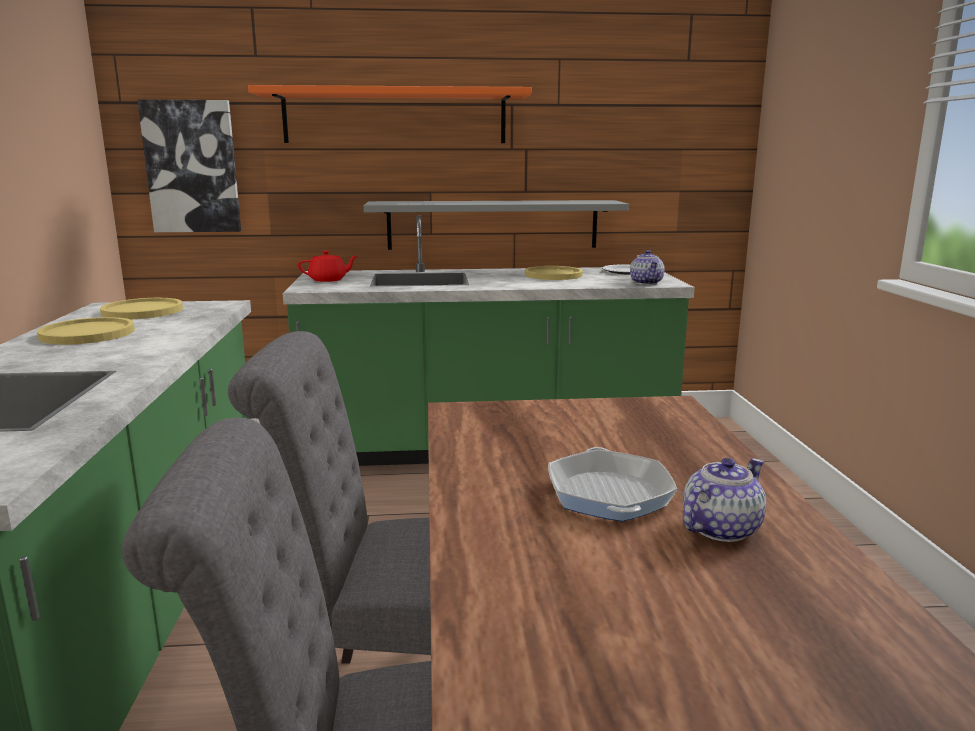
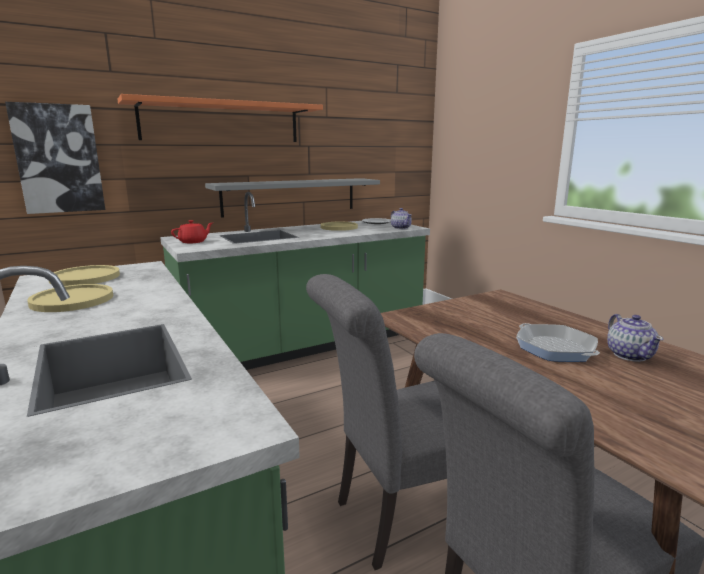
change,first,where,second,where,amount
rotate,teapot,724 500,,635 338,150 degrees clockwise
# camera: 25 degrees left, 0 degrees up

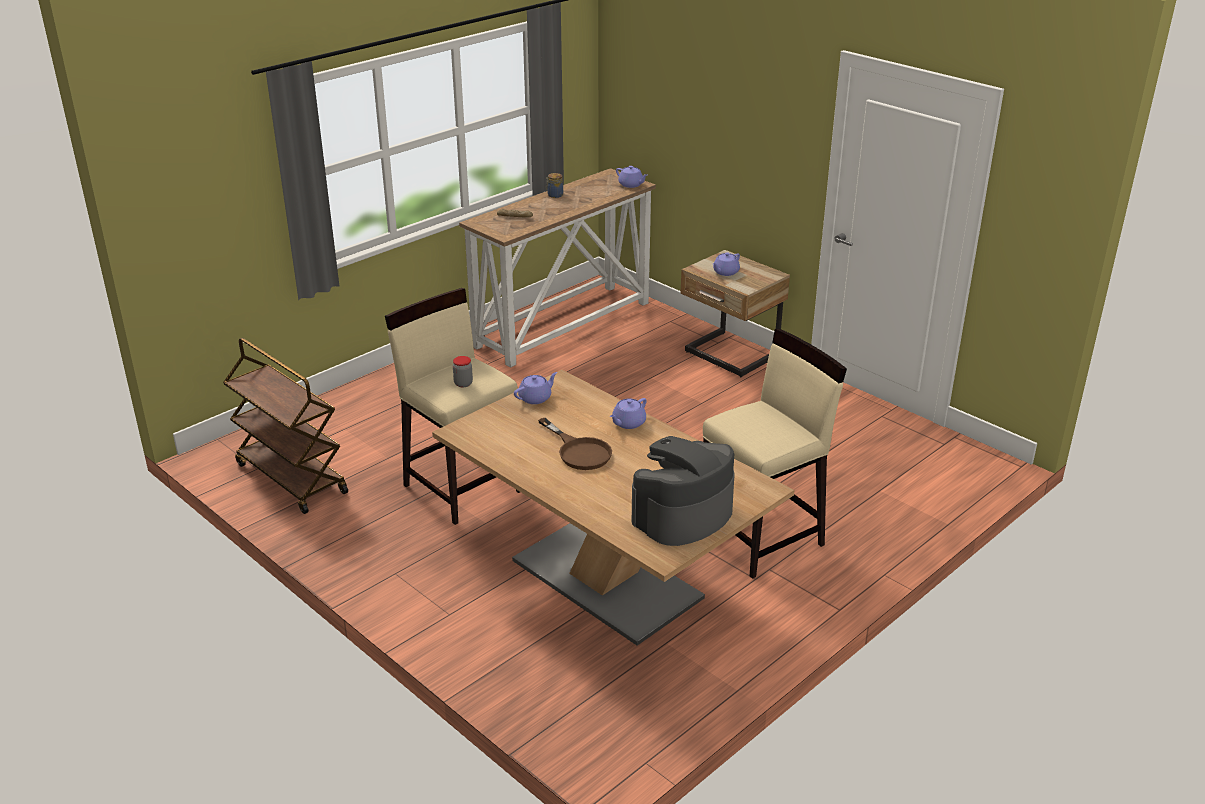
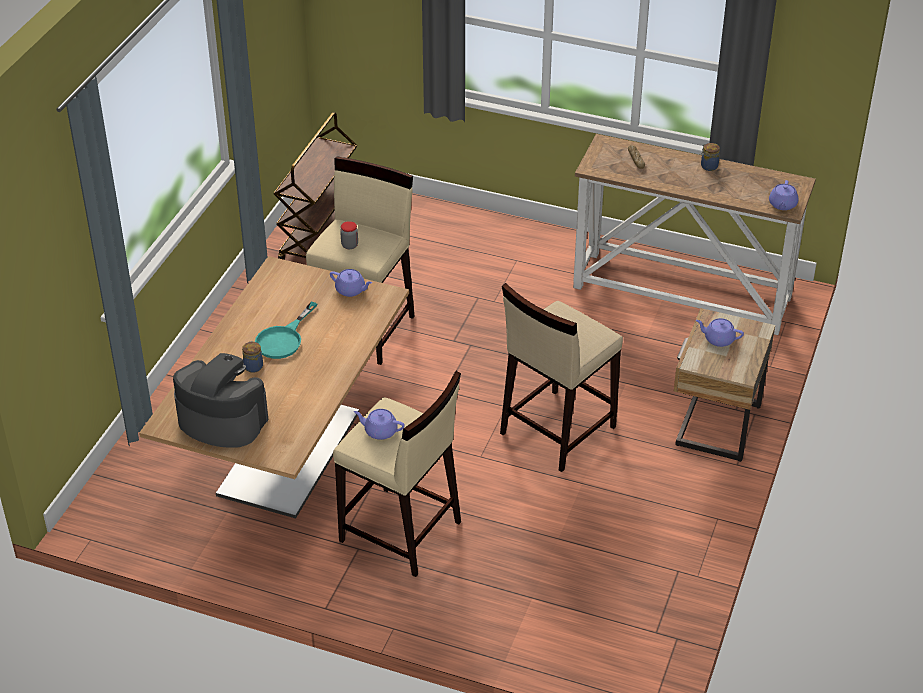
change,first,where,second,where,amount
insert,,,jar,252 357,
recolor,brown frying pan,575 444,turquoise frying pan,286 330,
move,purple teapot,628 413,,379 424,
insert,,,beige stool,561 377,
# camera: 65 degrees right, 10 degrees up

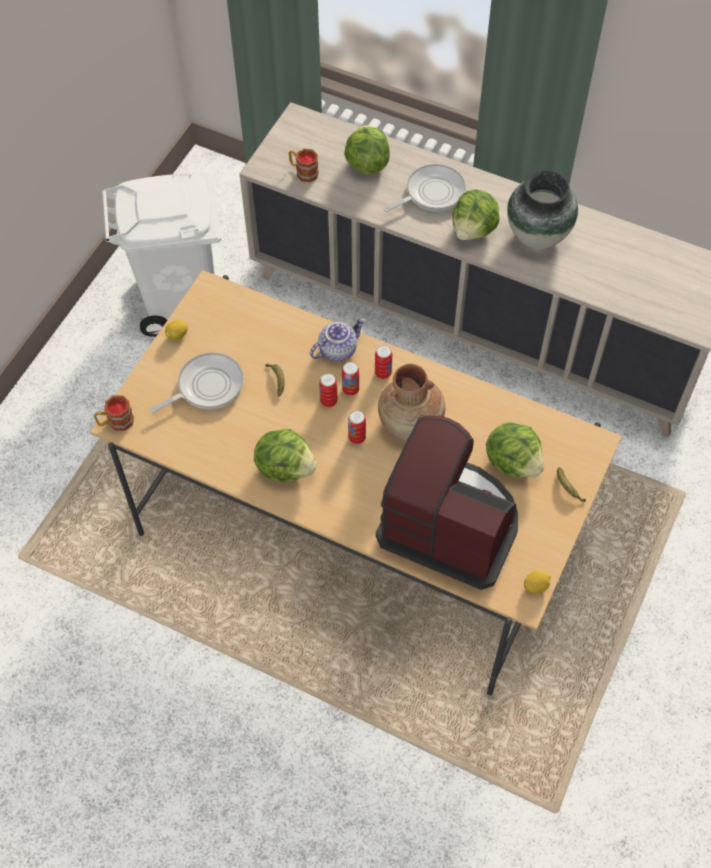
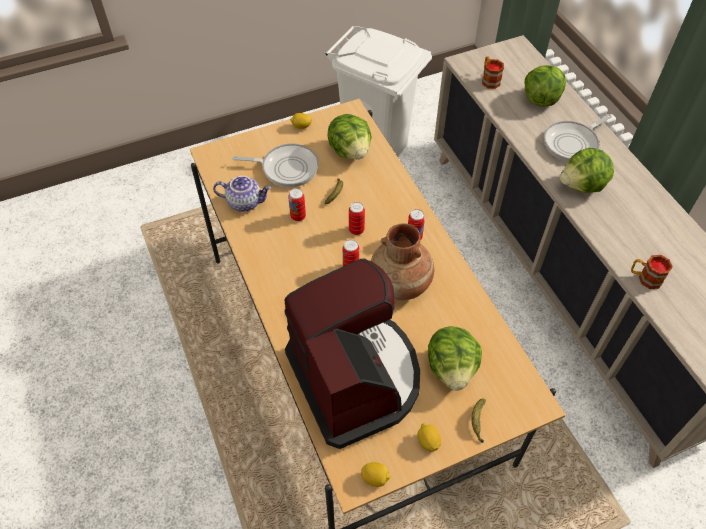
change,first,where,second,where,amount
move,teapot,337 339,,242 194,
move,can,350 379,,297 204,
move,lettuce,285 456,,350 136,
insert,,,lemon,429 437,
rotate,frying pan,425 188,,578 138,135 degrees clockwise
move,mug,114 413,,652 272,
delete,vase,542 209,,,
# camera: 40 degrees right, 5 degrees down

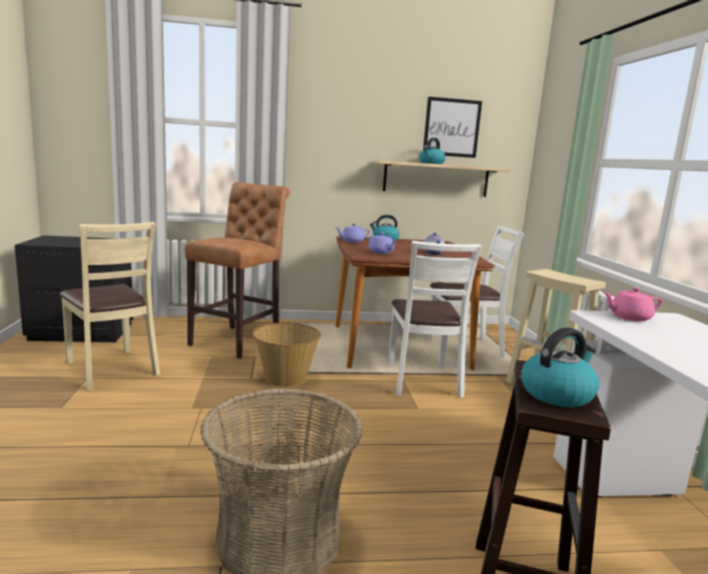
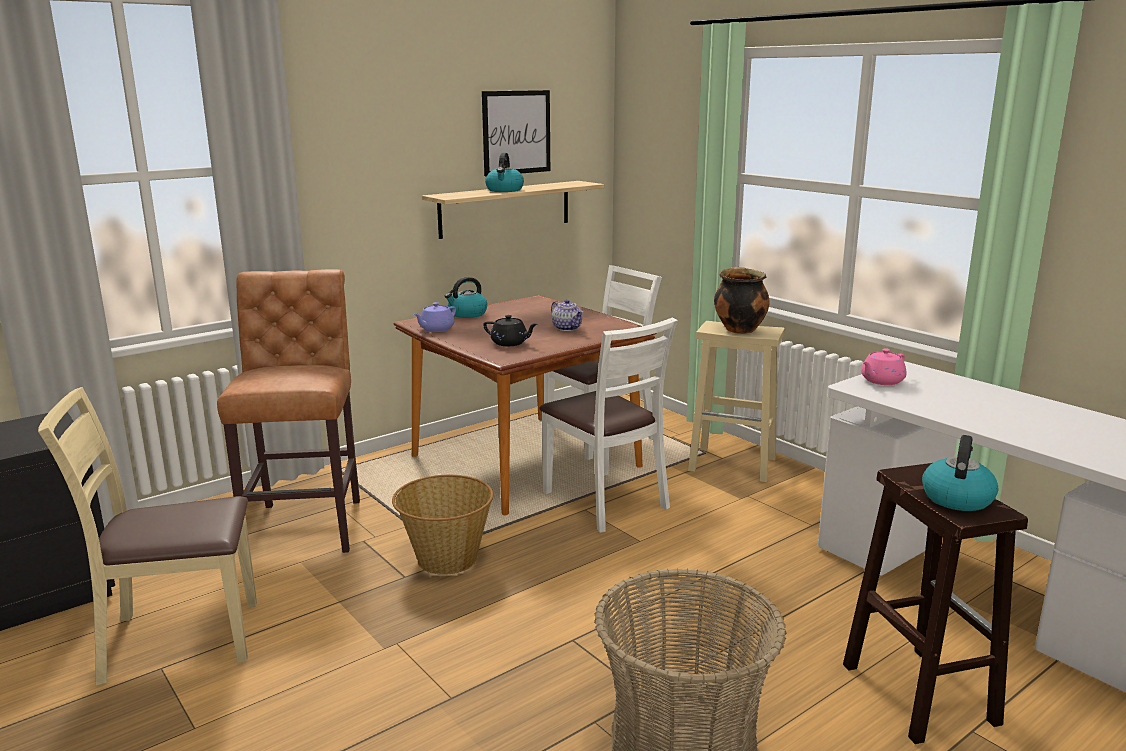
change,first,where,second,where,amount
rotate,beige chair,110 306,,147 536,150 degrees clockwise
recolor,purple teapot,383 243,black teapot,510 330,
insert,,,cooking pot,742 300,
# camera: 30 degrees left, 5 degrees up

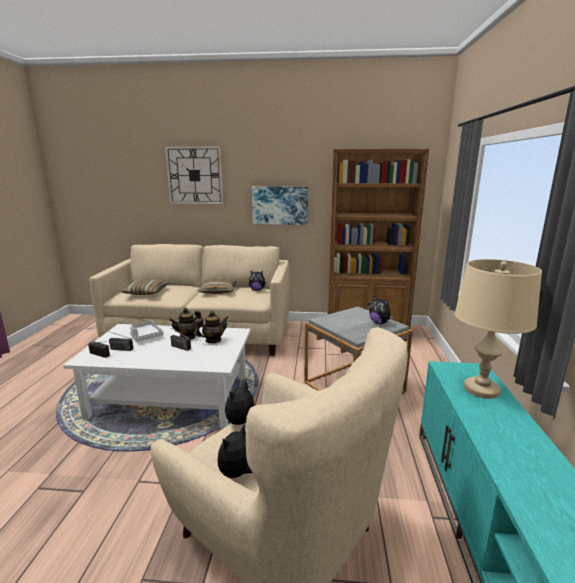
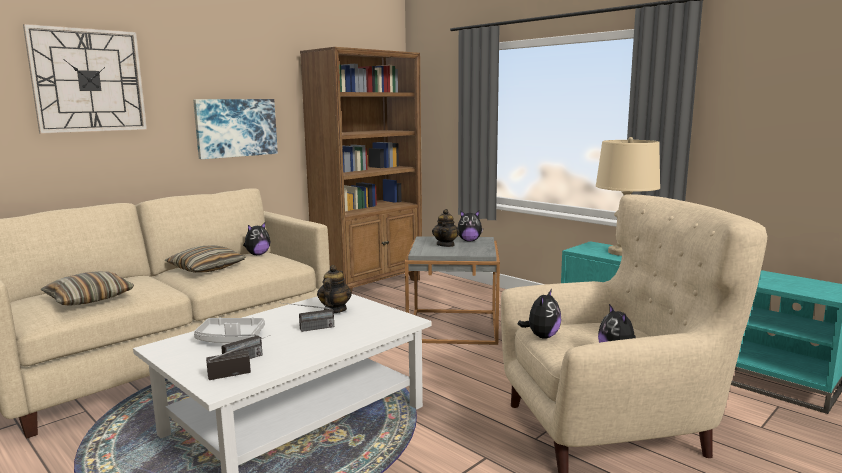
change,first,where,second,where,amount
move,teapot,186 324,,446 228,
rotate,plush toy,240 403,,539 314,135 degrees counterclockwise
# camera: 50 degrees left, 5 degrees down

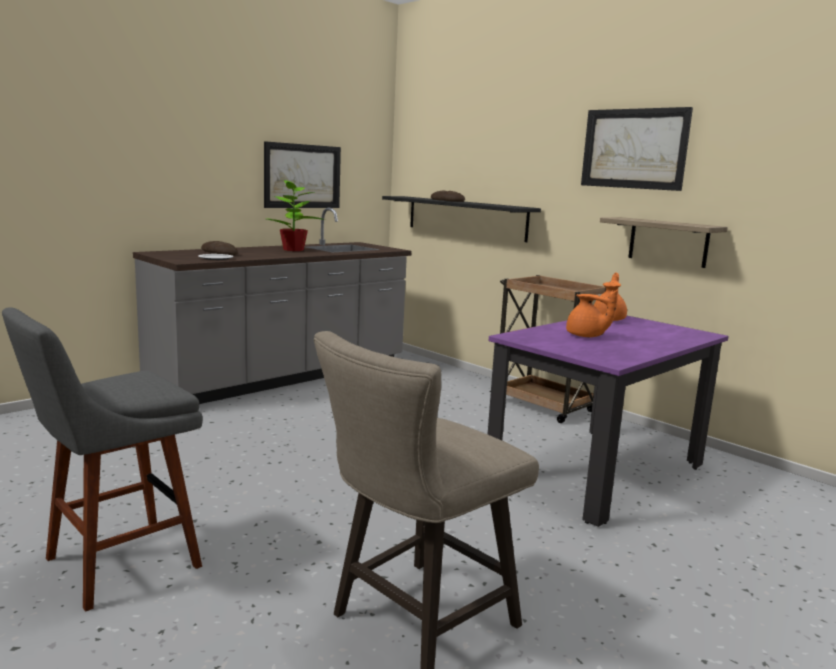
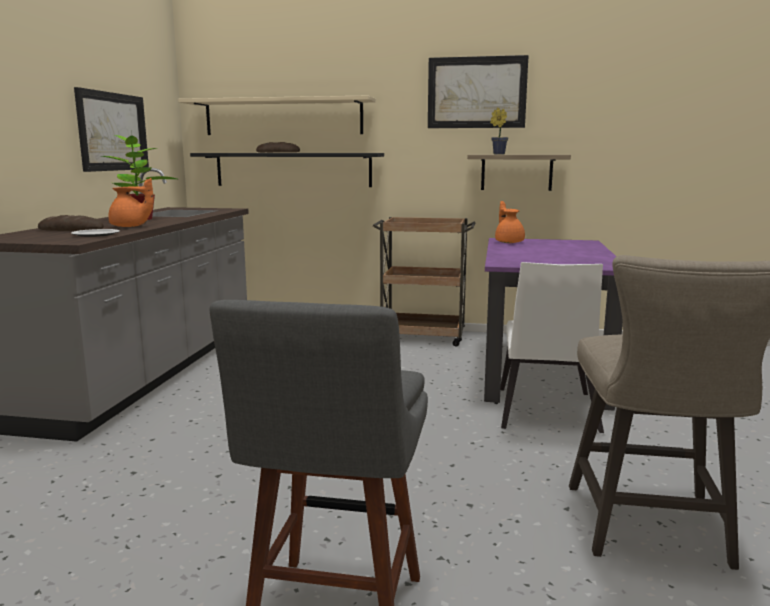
change,first,where,second,where,amount
move,orange teapot,592 313,,130 202,
insert,,,beige shelf,277 115,
insert,,,potted plant,499 131,
insert,,,white chair,552 347,
# camera: 35 degrees left, 0 degrees up

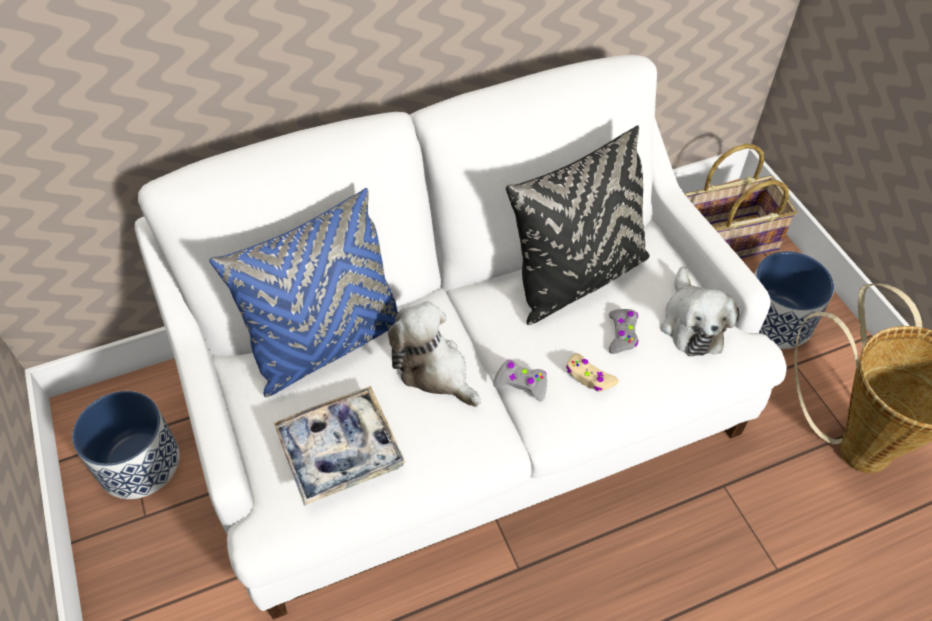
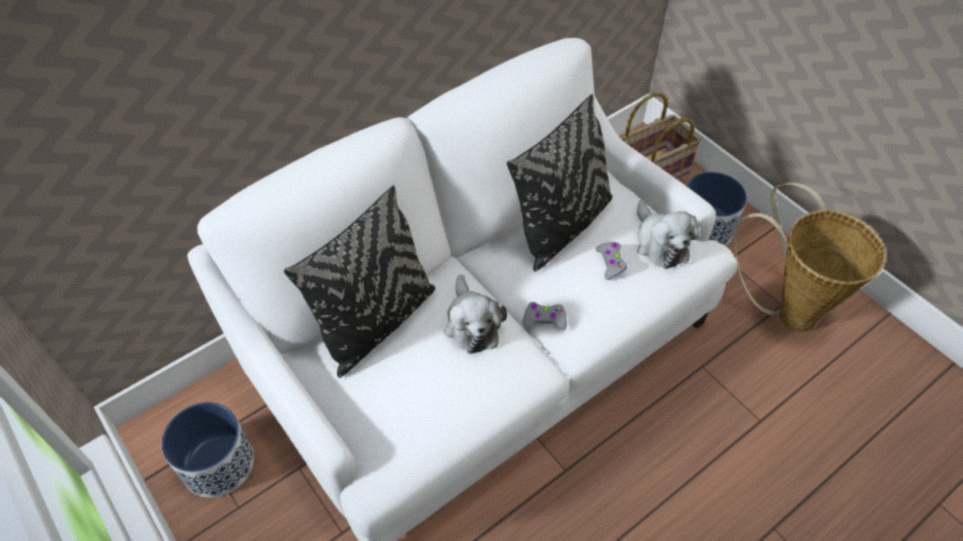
change,first,where,second,where,amount
recolor,blue pillow,303 292,black pillow,359 282,
rotate,plush toy,434 354,,475 314,135 degrees counterclockwise
delete,tray,339 446,,,
delete,beige game controller,592 372,,,
# camera: 15 degrees left, 0 degrees up

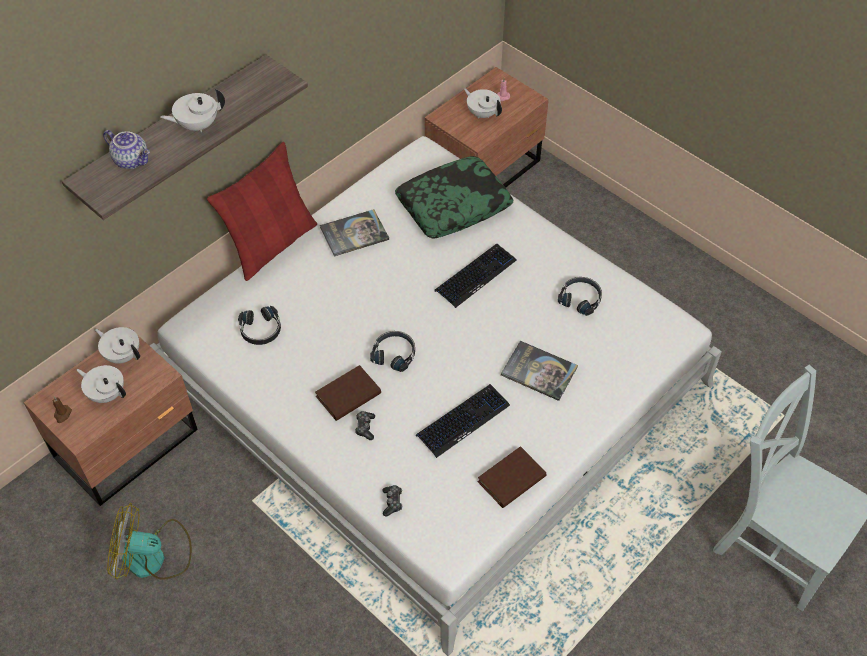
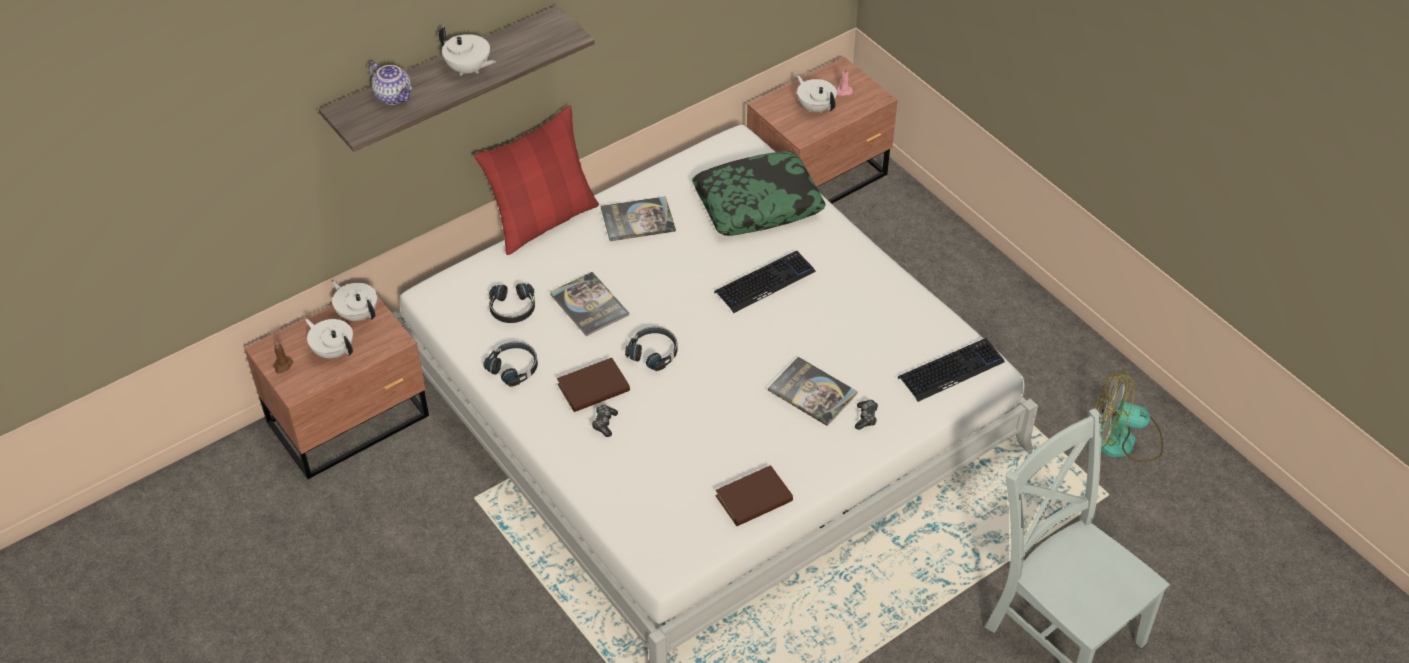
change,first,where,second,where,amount
rotate,white teapot,192 110,,467 51,135 degrees counterclockwise
move,black headphones,580 296,,510 364,
insert,,,book,589 304,
move,game controller,393 501,,866 415,
move,keyboard,463 421,,951 370,
move,fan,149 541,,1129 416,
# camera: 10 degrees right, 5 degrees down

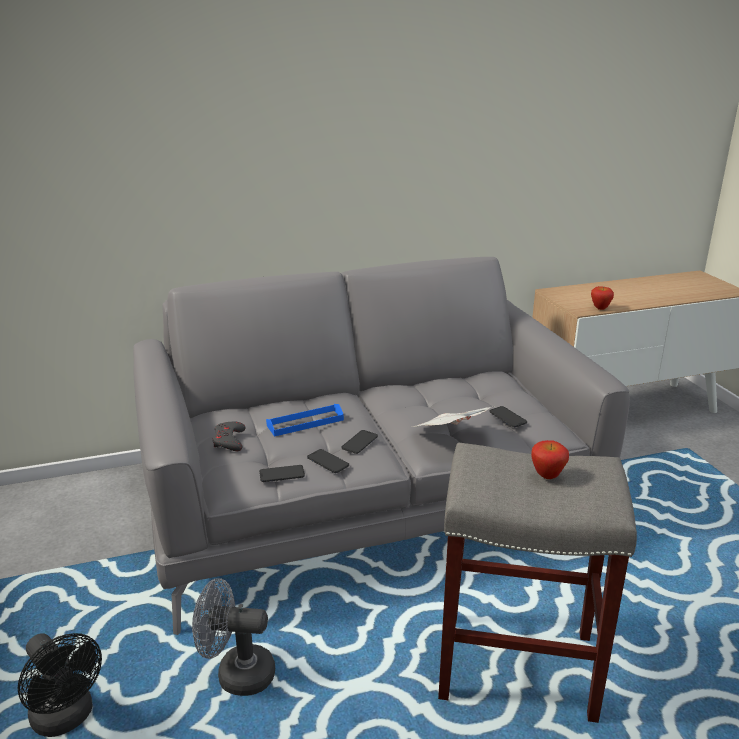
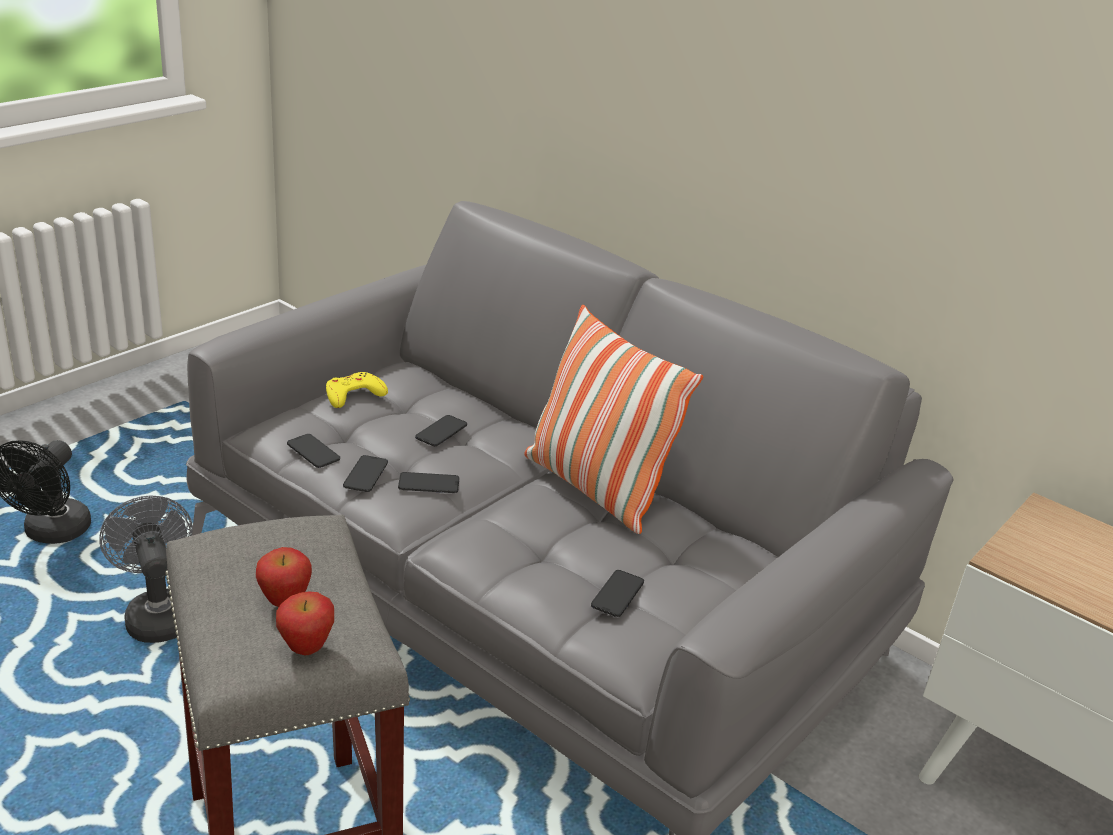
change,first,where,second,where,amount
move,apple,602 298,,305 623,
recolor,grey game controller,229 436,yellow game controller,357 390,
replace,blue tray,305 420,phone,441 430,
insert,,,pillow,613 419,
delete,newspaper,453 416,,,
# camera: 55 degrees right, 5 degrees up

